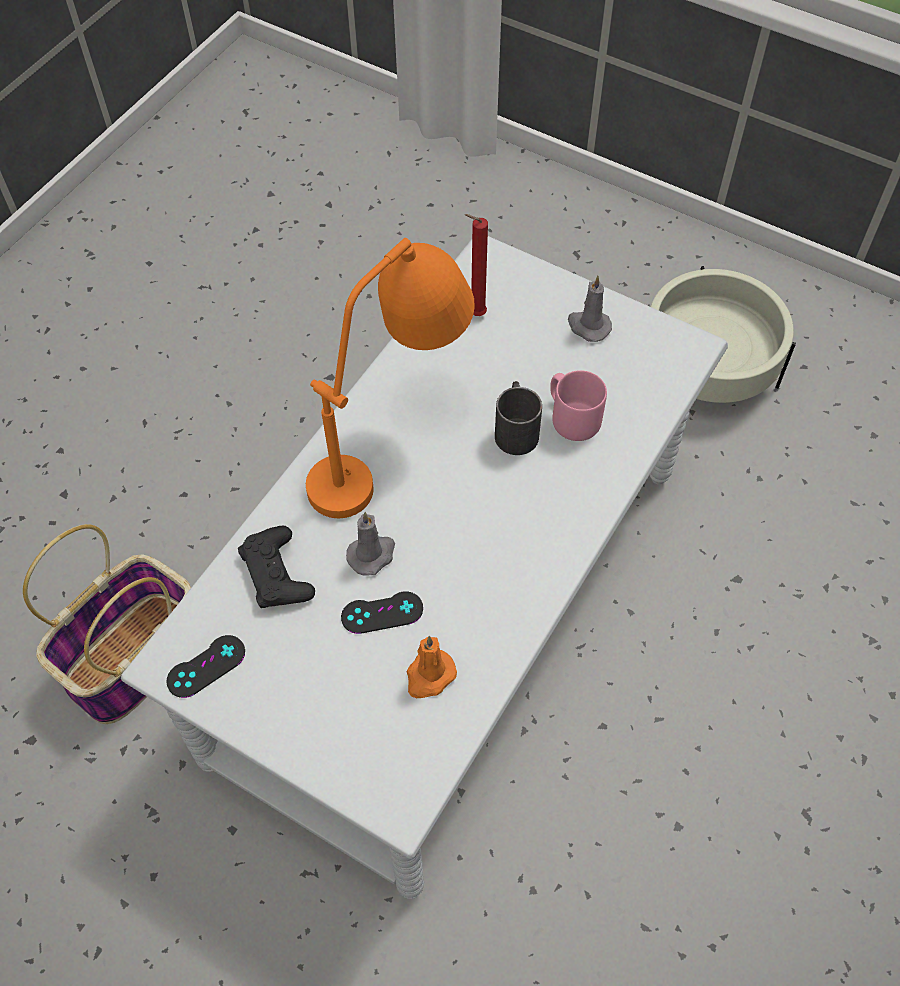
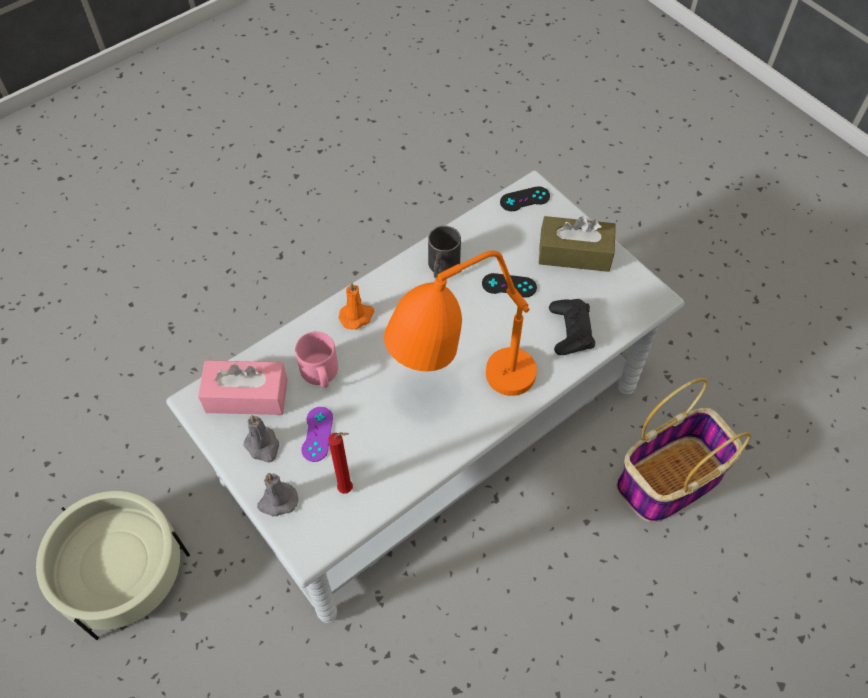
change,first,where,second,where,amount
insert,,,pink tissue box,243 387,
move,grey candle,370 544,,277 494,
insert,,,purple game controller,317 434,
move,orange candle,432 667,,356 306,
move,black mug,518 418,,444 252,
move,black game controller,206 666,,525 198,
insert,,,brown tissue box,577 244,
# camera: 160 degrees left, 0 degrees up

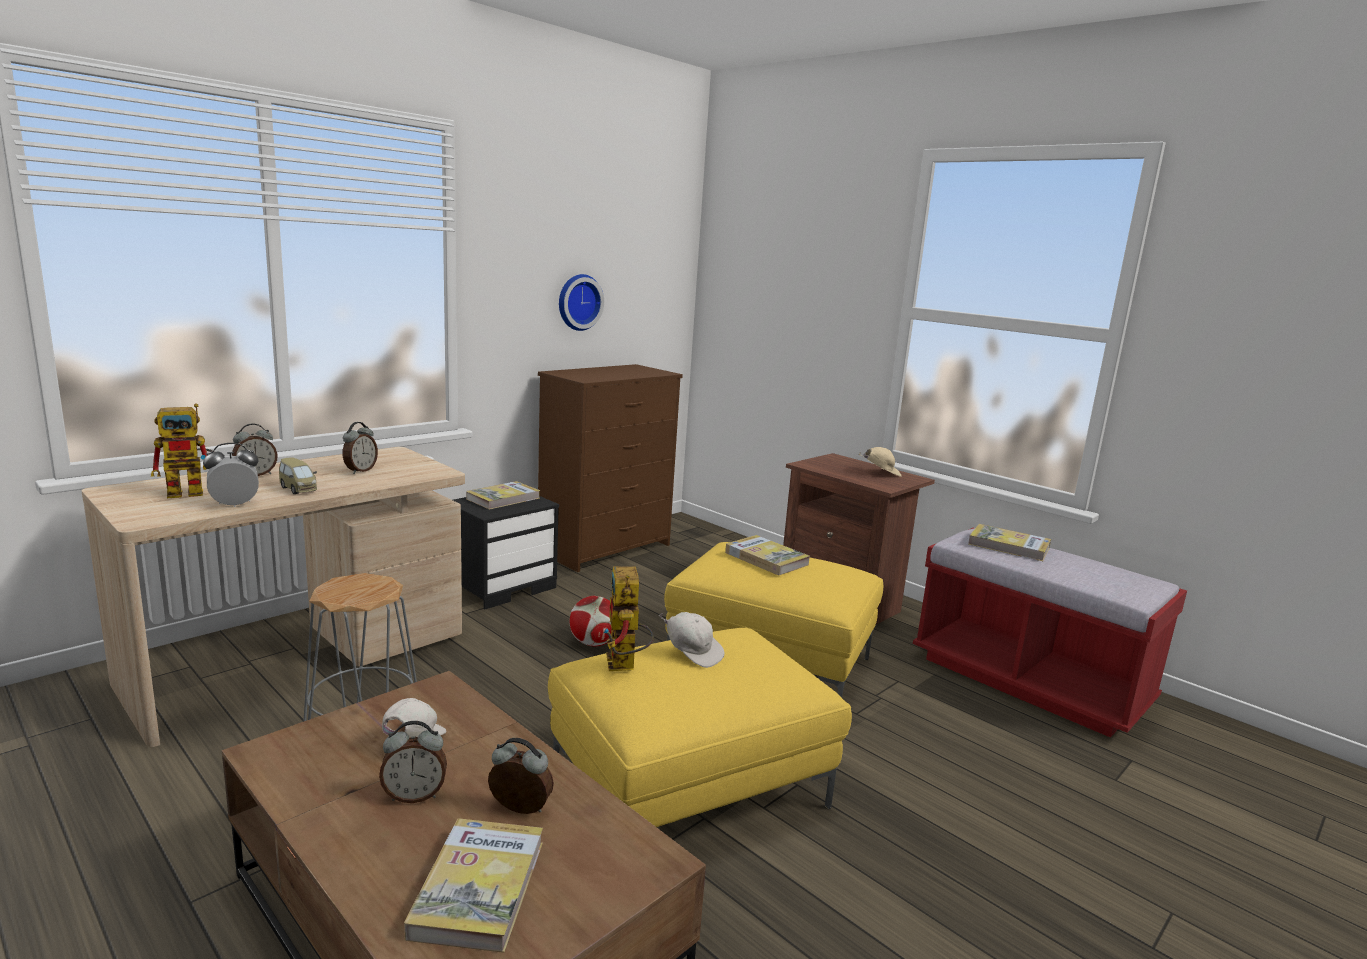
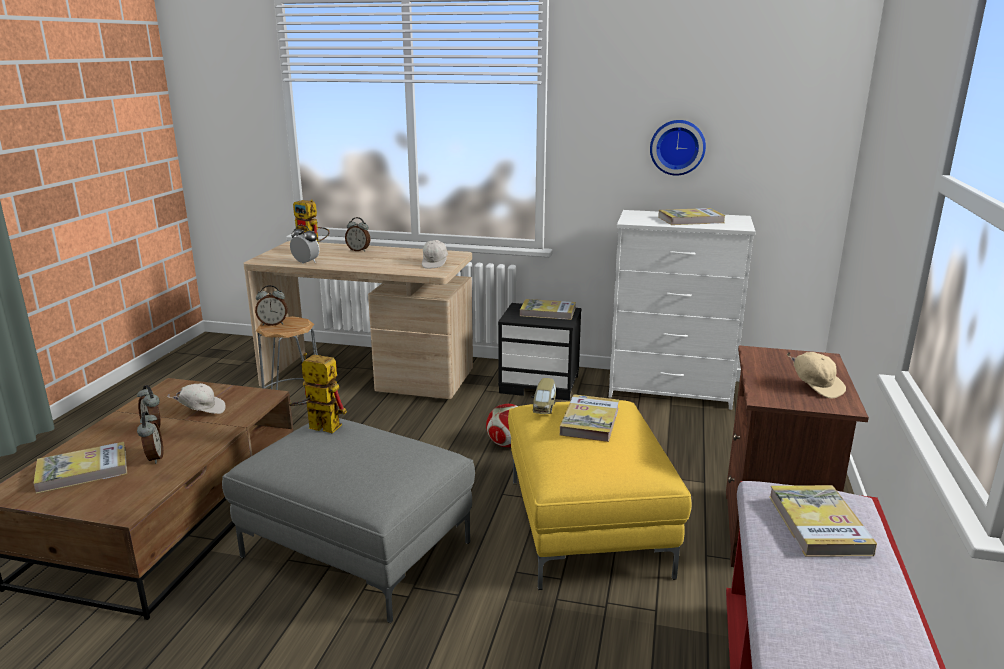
change,first,where,second,where,amount
recolor,yellow ottoman,700 727,grey ottoman,348 520,
move,alarm clock,360 448,,271 305,
rotate,toy robot,628 618,,318 393,60 degrees clockwise
move,white cap,692 640,,435 254,
move,toy car,298 475,,543 396,
recolor,brown dresser,610 468,white dresser,682 310,
insert,,,book,692 216,
# camera: 60 degrees right, 5 degrees up

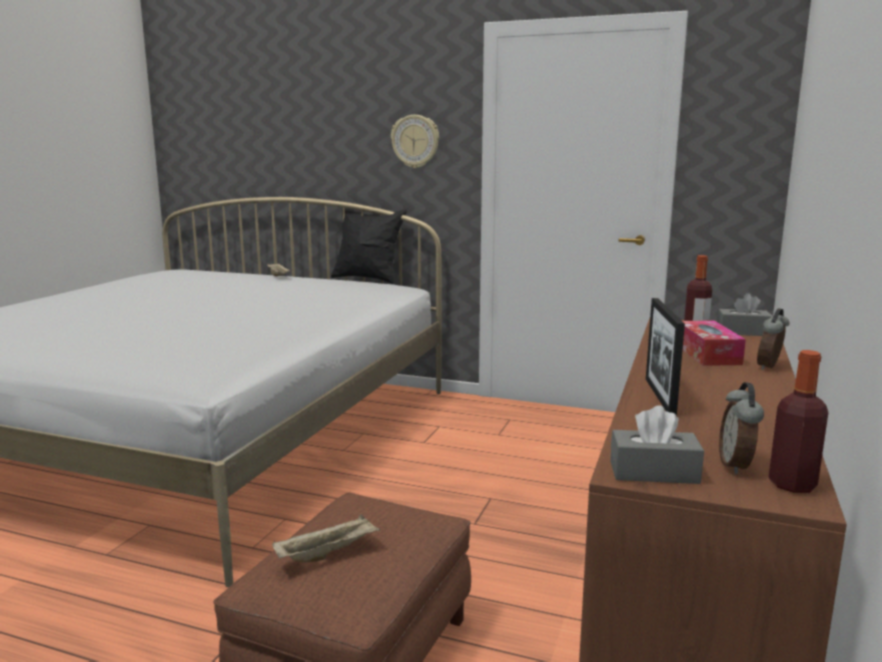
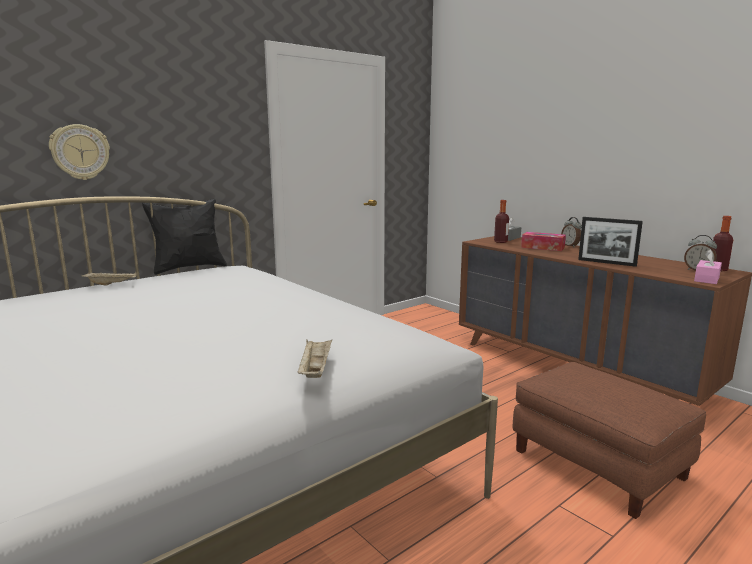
change,first,where,second,where,amount
move,wall clock,415 141,,79 152,
move,beige tray,326 538,,315 359,
recolor,grey tissue box,657 444,pink tissue box,708 266,
# camera: 60 degrees left, 0 degrees up

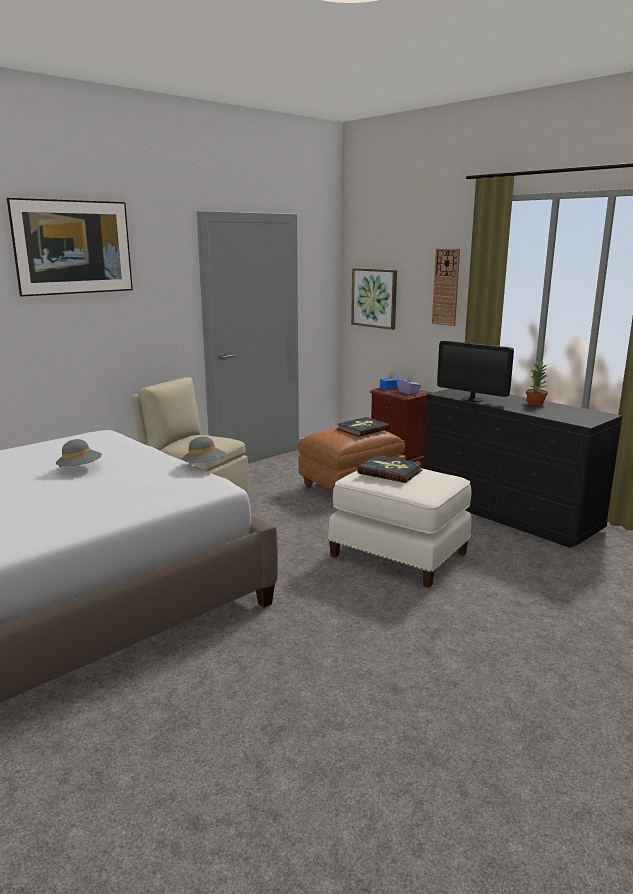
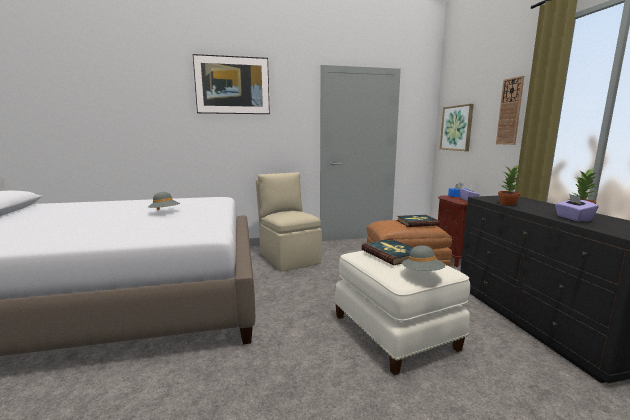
change,first,where,second,where,amount
move,grey hat,204 449,,423 258,
replace,monitor,475 371,potted plant,509 185,
insert,,,purple tissue box,576 207,
# camera: 30 degrees right, 5 degrees down

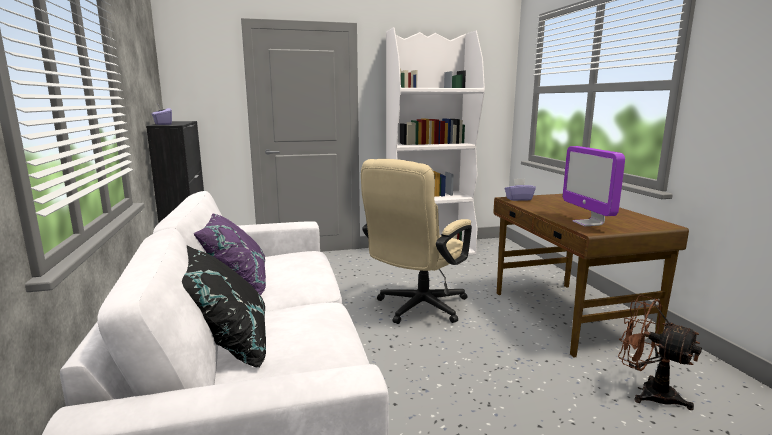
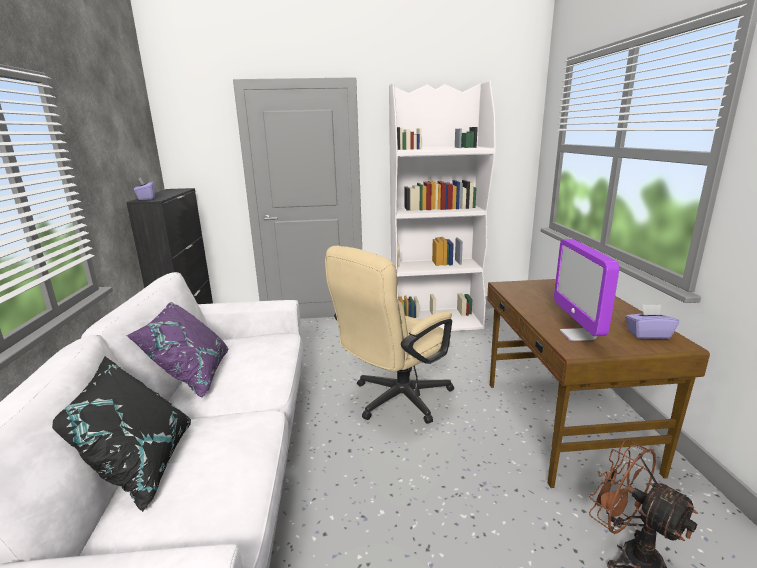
change,first,where,second,where,amount
move,purple tissue box,520 190,,652 321,
# camera: 10 degrees right, 5 degrees up

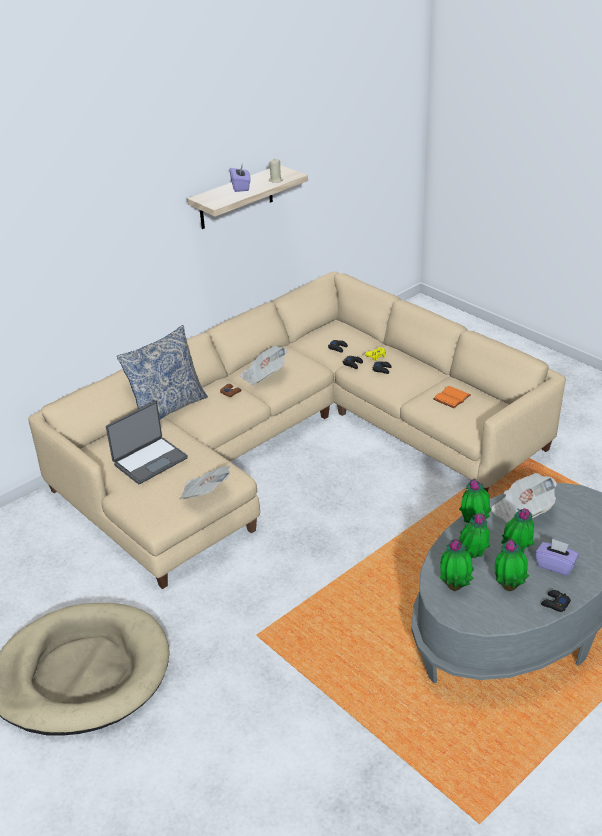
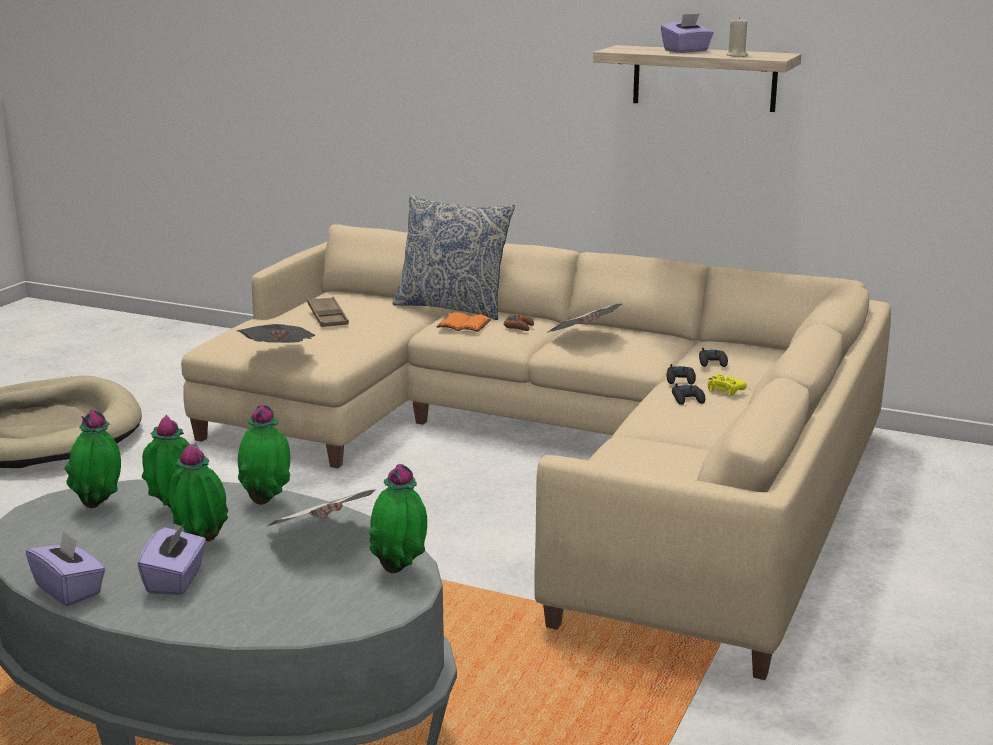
change,first,where,second,where,amount
replace,black game controller,556 601,purple tissue box,66 568,
replace,laptop,147 442,brown tray,328 312,
move,potted plant,512 565,,398 518,
move,orange book,452 397,,463 322,
# camera: 65 degrees right, 15 degrees down

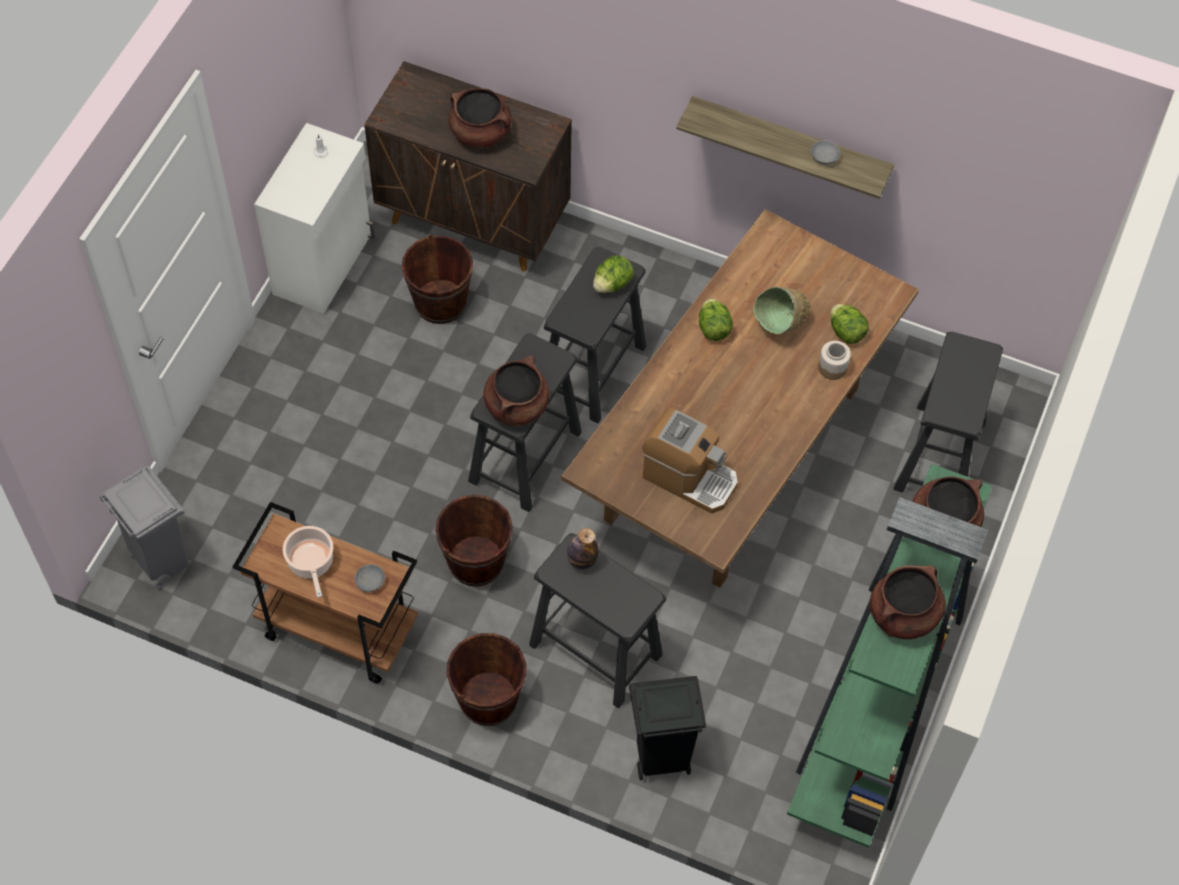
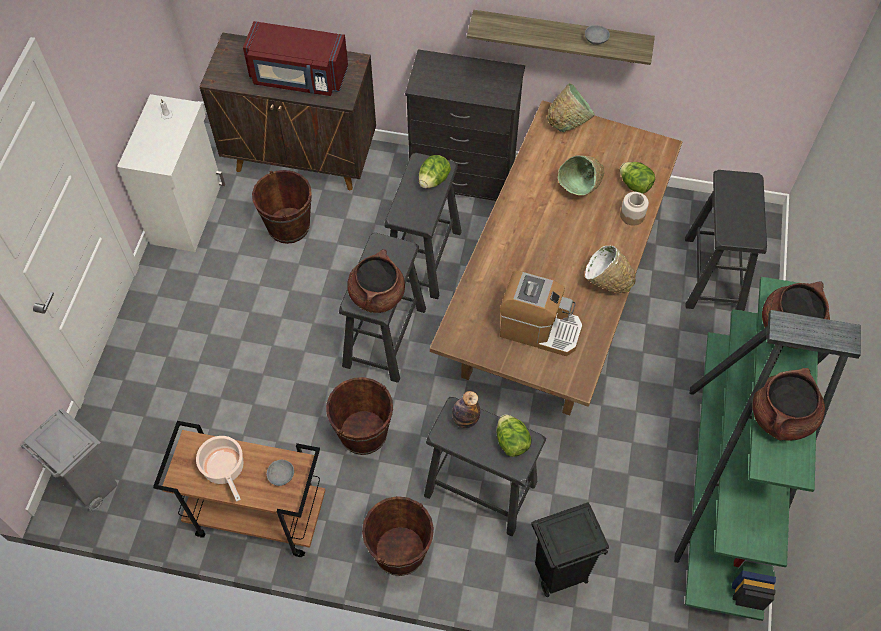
change,first,where,second,where,amount
replace,brown cooking pot,480 118,red microwave,295 58,
insert,,,black dresser,465 125,
move,lettuce,716 319,,514 435,
insert,,,green bowl,571 107,
insert,,,white bowl,610 269,
# camera: 10 degrees left, 0 degrees up

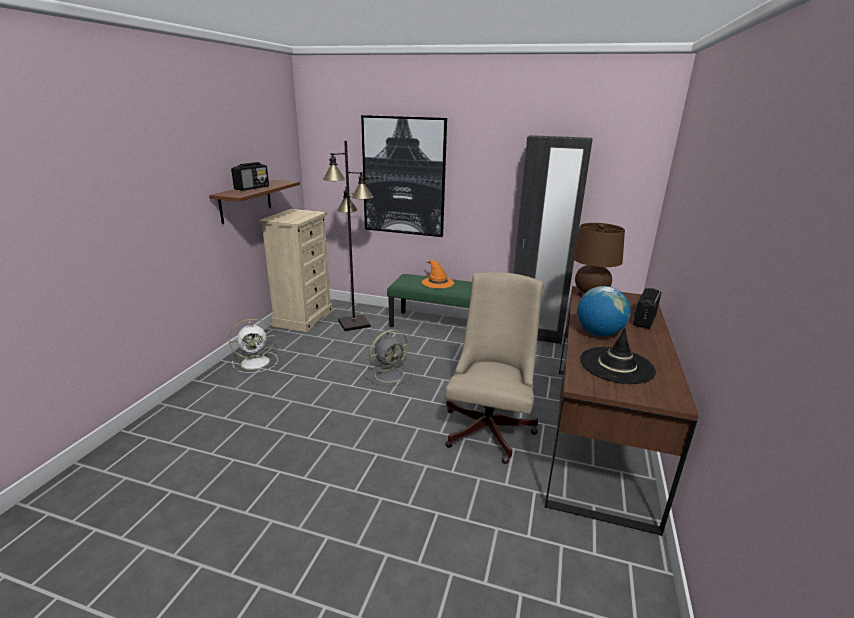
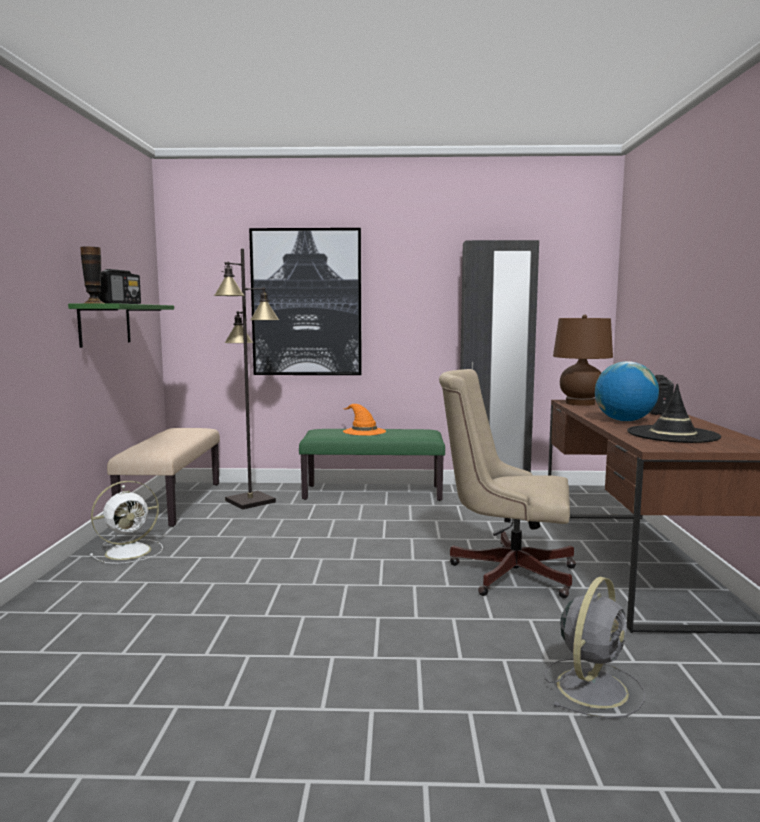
change,first,where,second,where,amount
recolor,brown shelf,254 202,green shelf,121 326,
insert,,,vase,92 275,
replace,beige dresser,295 270,beige bench,163 477,
rotate,beige office chair,494 368,,507 483,75 degrees counterclockwise
move,grey fan,389 357,,595 648,
# camera: 15 degrees left, 15 degrees down

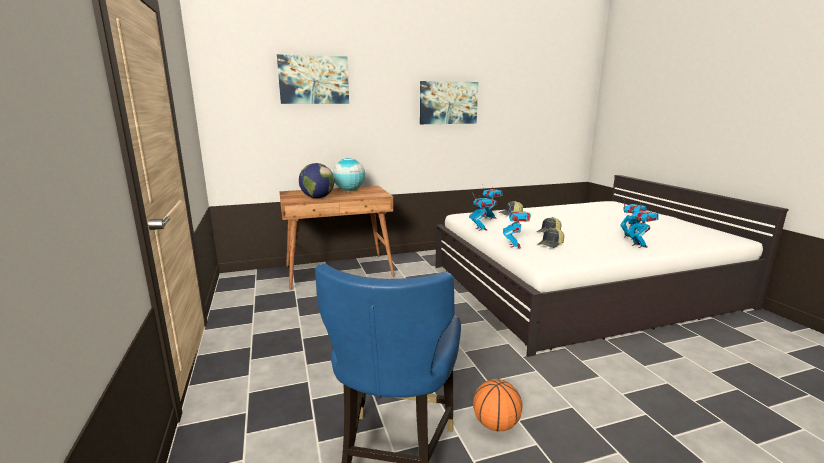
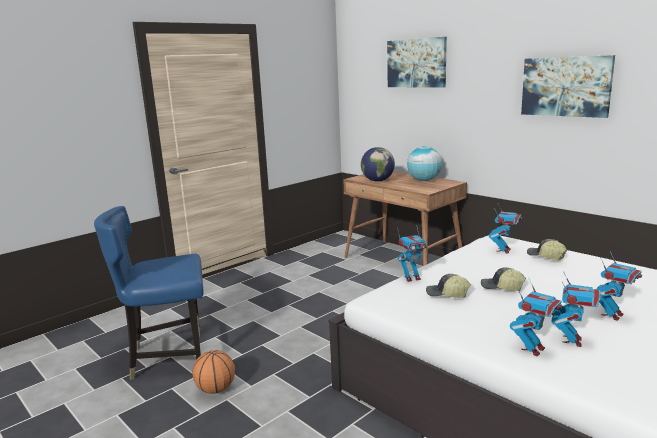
change,first,where,second,where,amount
move,toy robot,482 211,,619 286,
# camera: 65 degrees right, 0 degrees up

